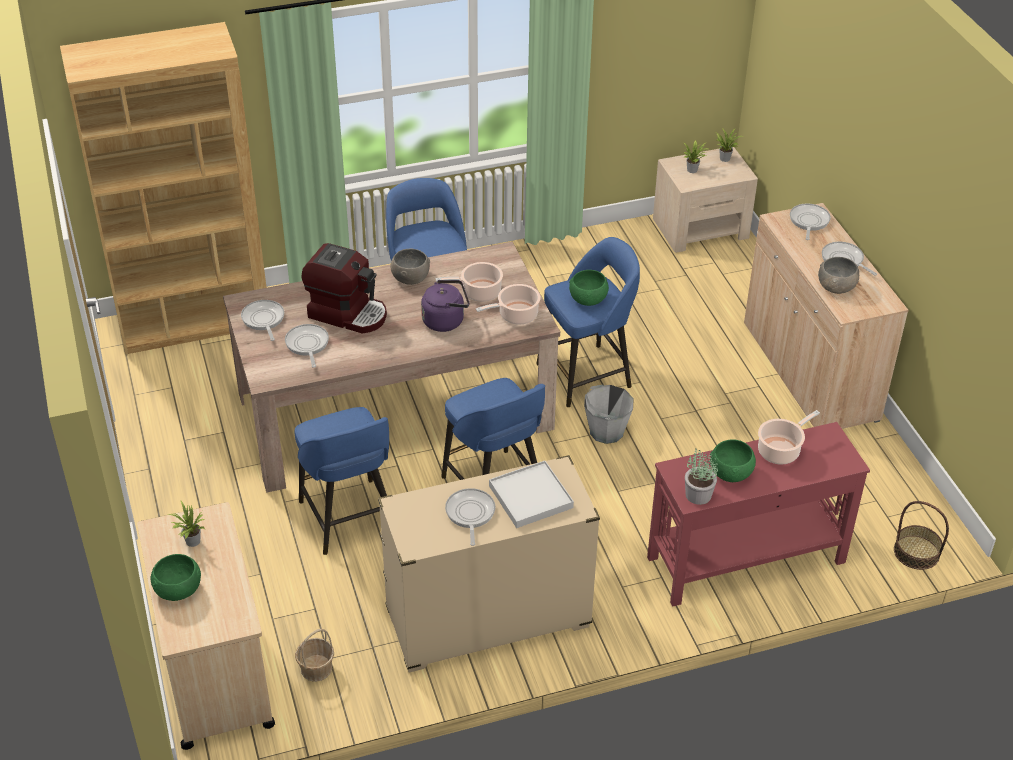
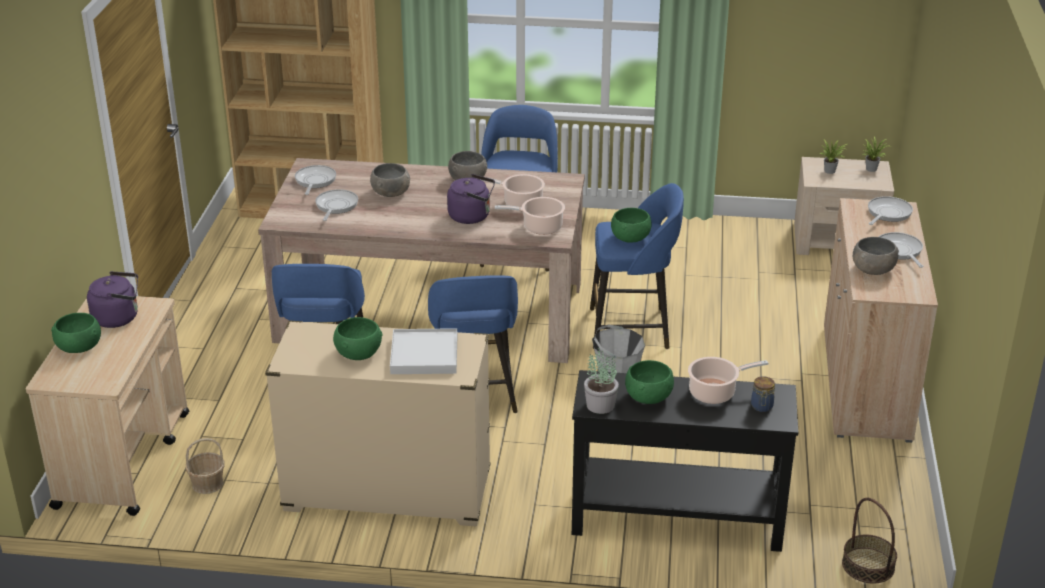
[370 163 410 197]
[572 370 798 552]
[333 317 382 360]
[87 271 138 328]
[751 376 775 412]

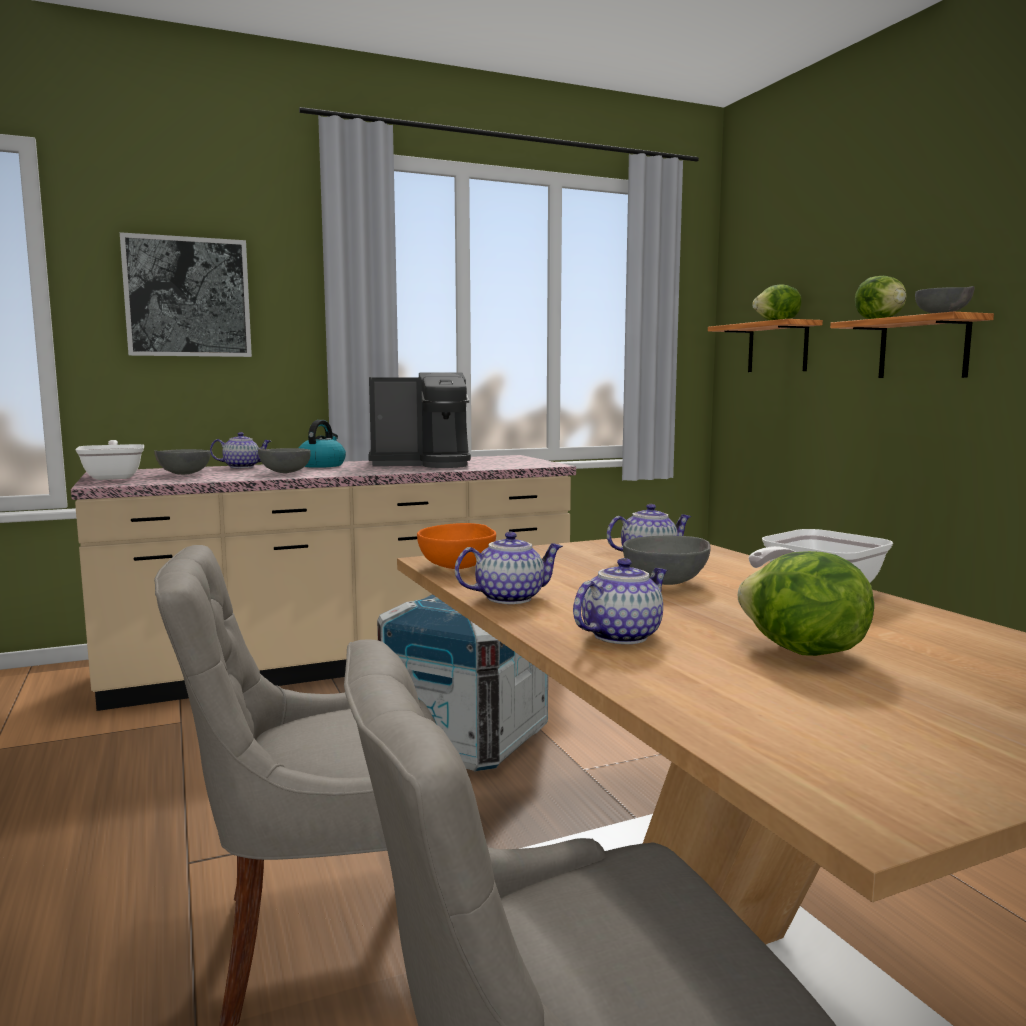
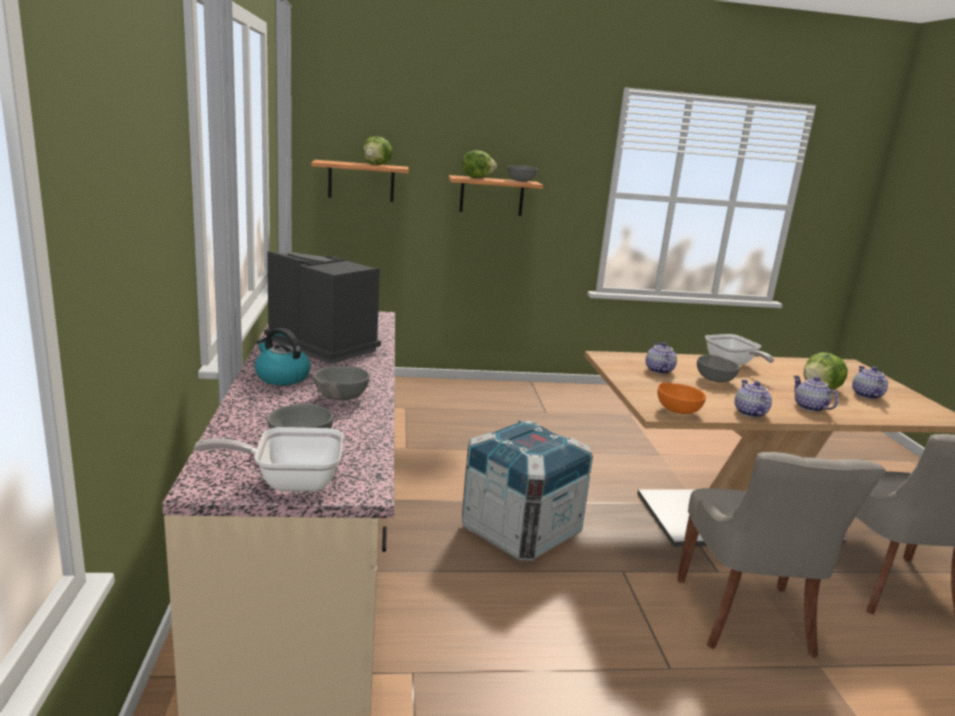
[120 232 252 357] (first image)
[264 251 381 364]
[852 366 888 399]

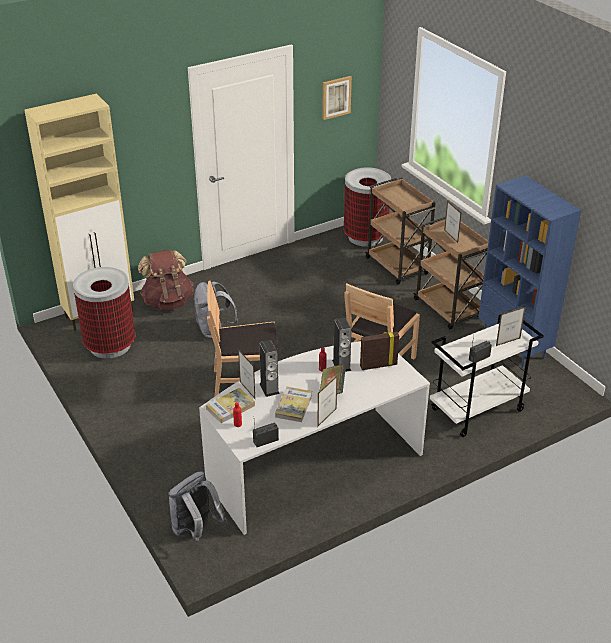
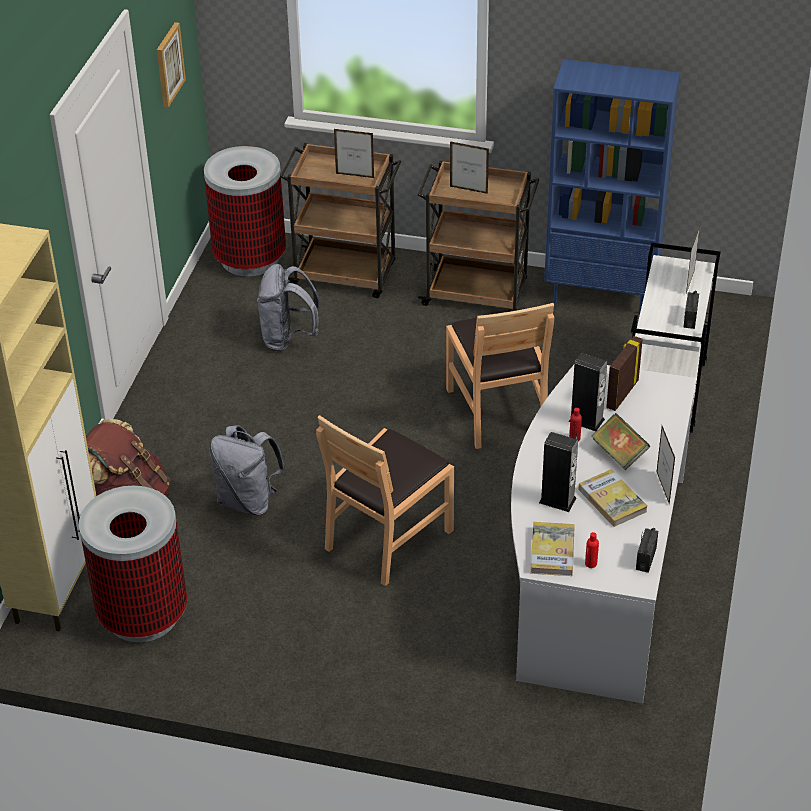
[334 129 374 178]
[257 264 319 352]

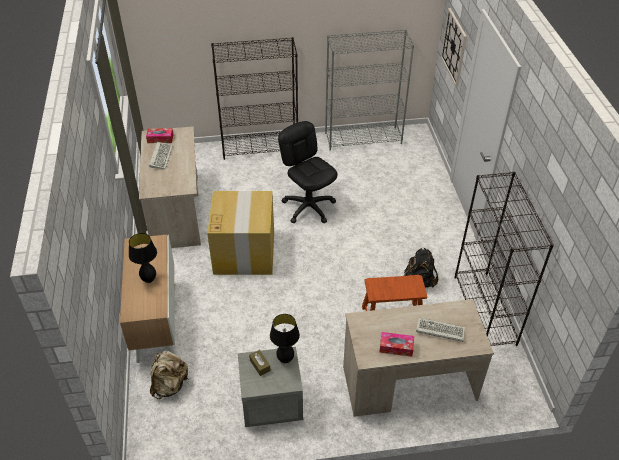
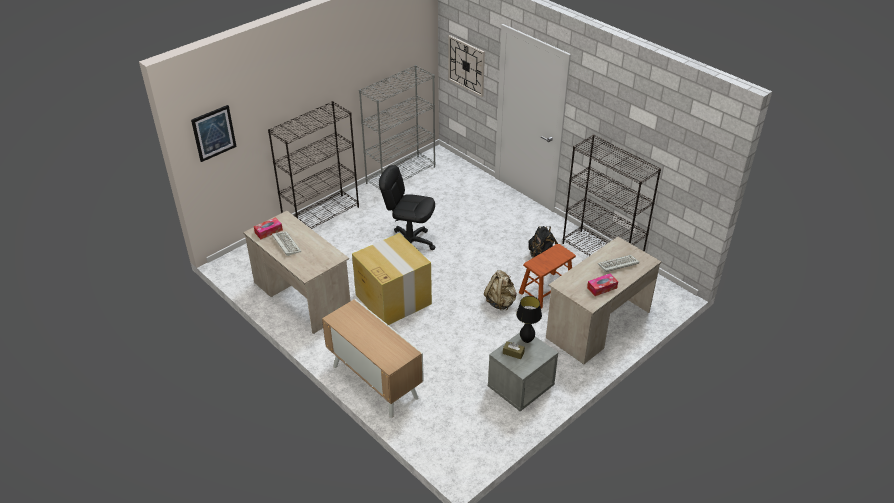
[129 233 157 283] (first image)
[484 270 517 310]
[191 105 237 162]

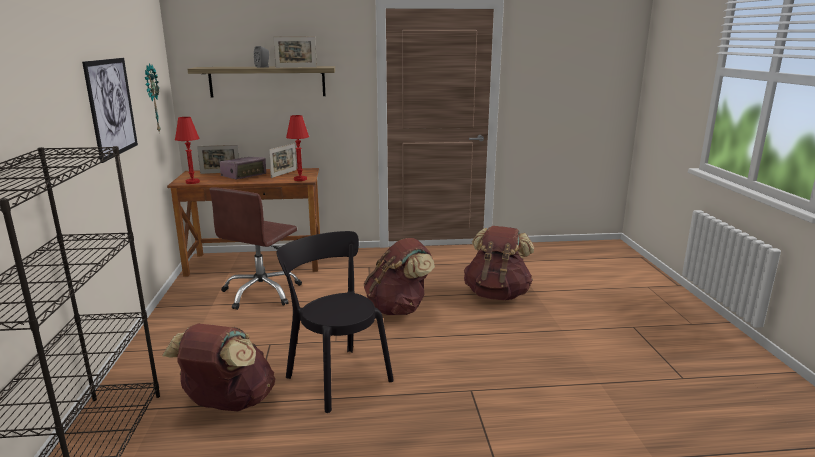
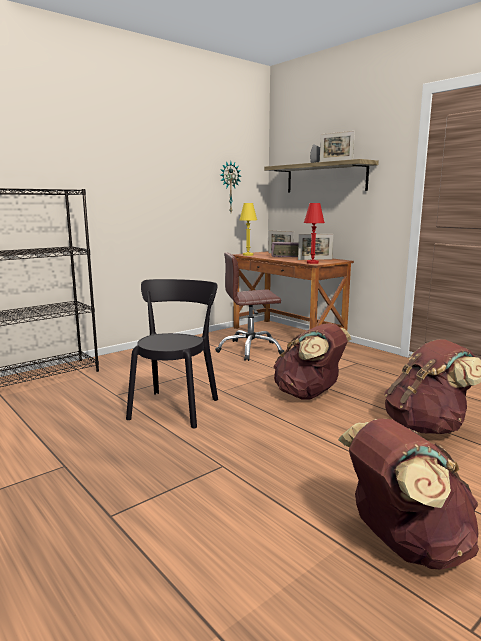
[82 58 138 163] (first image)
[239 203 257 256]
[338 419 479 569]

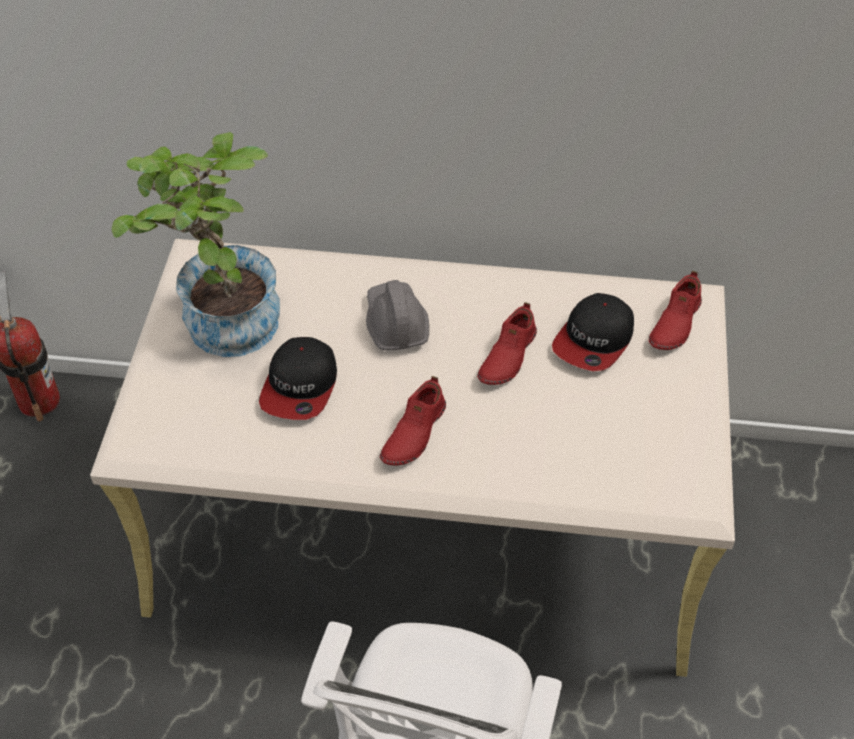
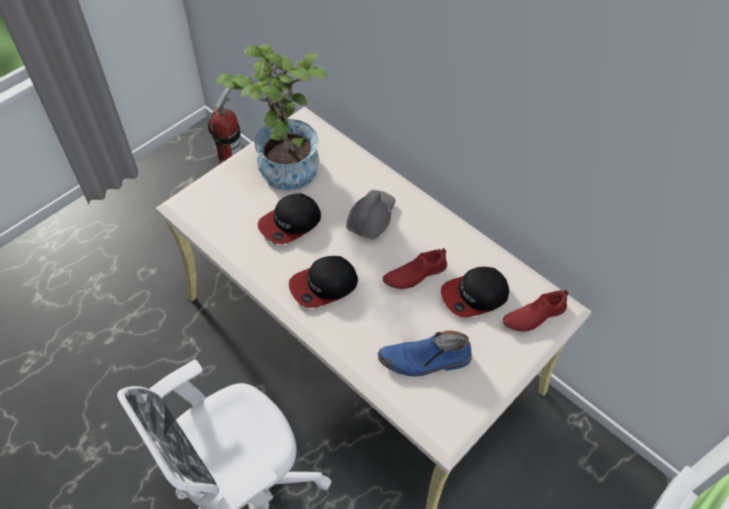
[289 256 358 308]
[378 331 472 377]

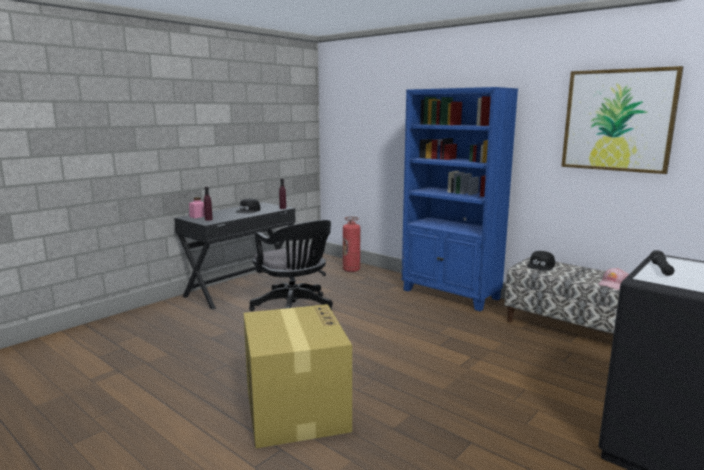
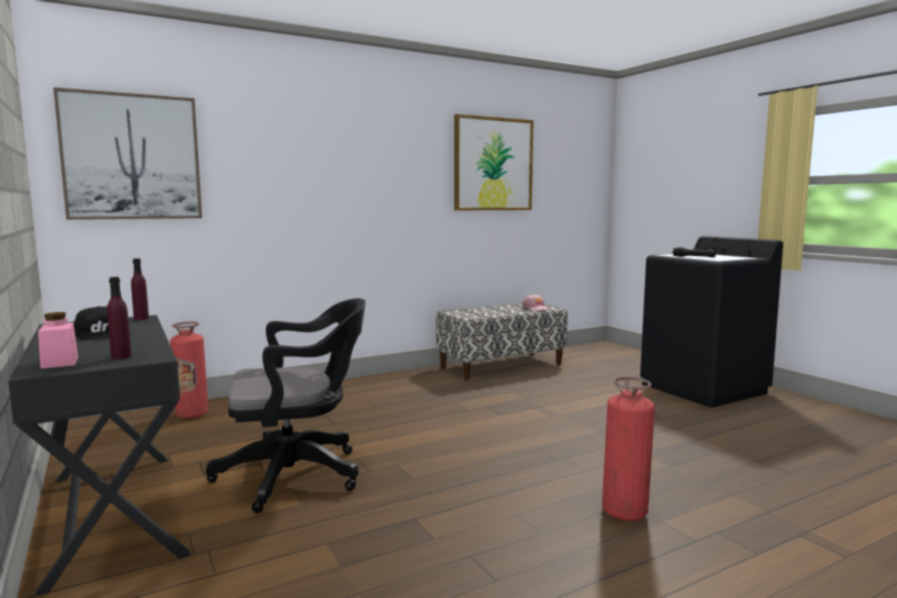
[402 87 518 311] (first image)
[527 251 555 270] (first image)
[602 377 655 521]
[53 87 202 220]

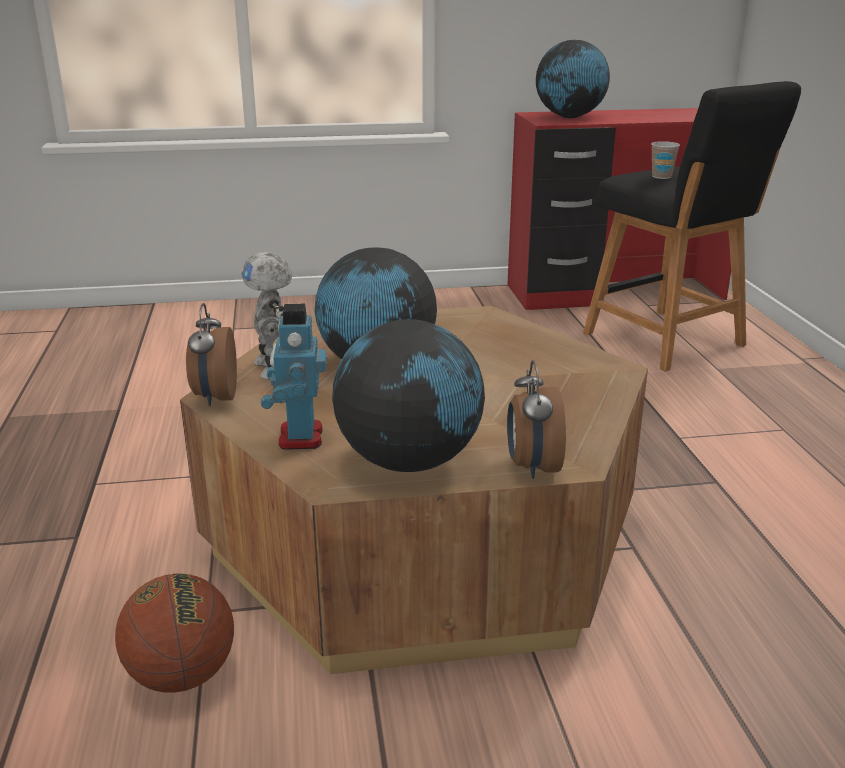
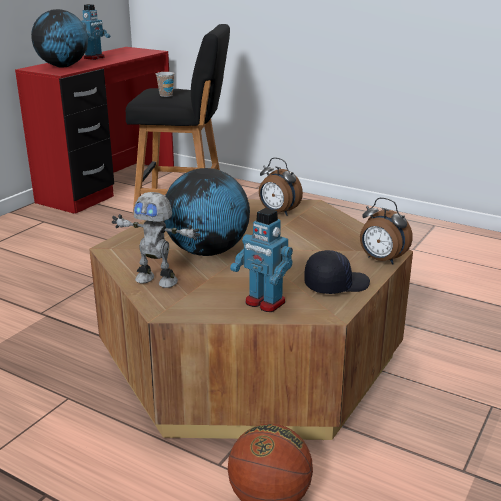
[259 158 303 216]
[304 250 370 294]
[82 4 110 60]

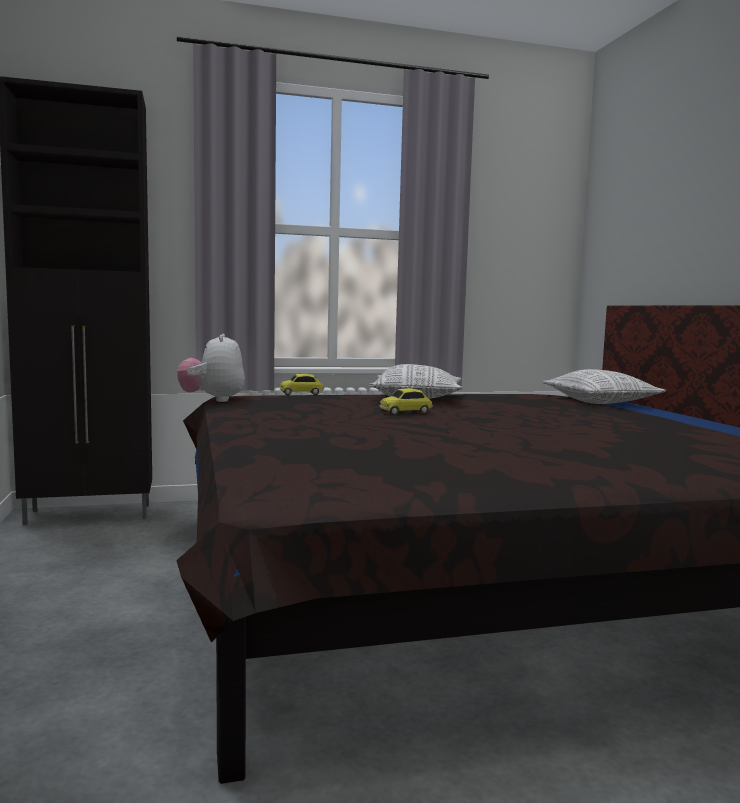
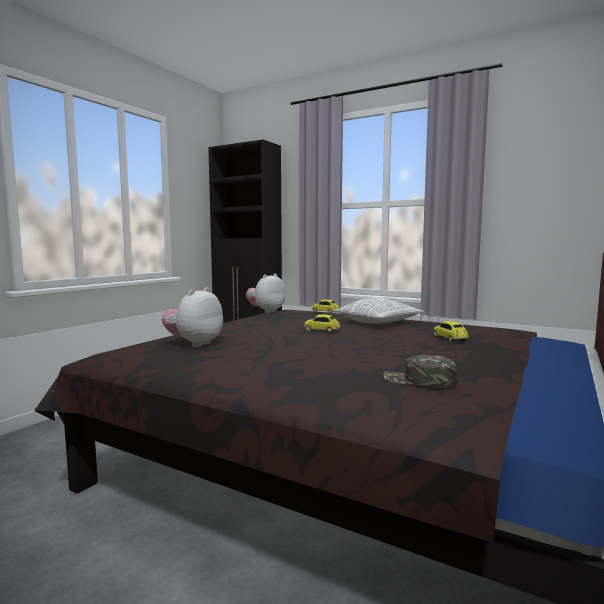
[542 369 666 404] (first image)
[162 287 223 347]
[433 321 469 342]
[383 355 457 388]

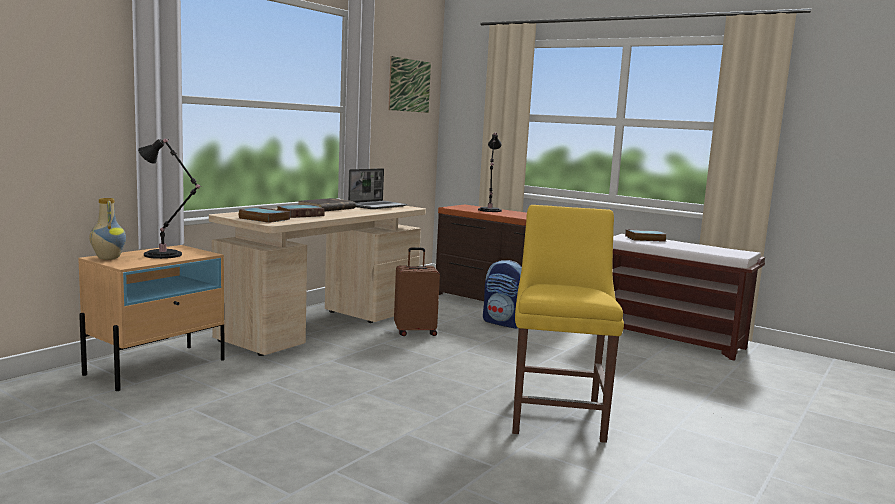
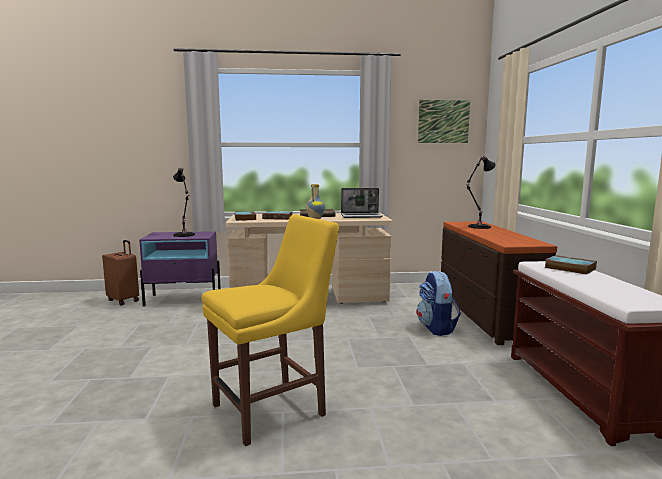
[306 184 325 219]
[139 231 221 306]
[102 240 139 306]

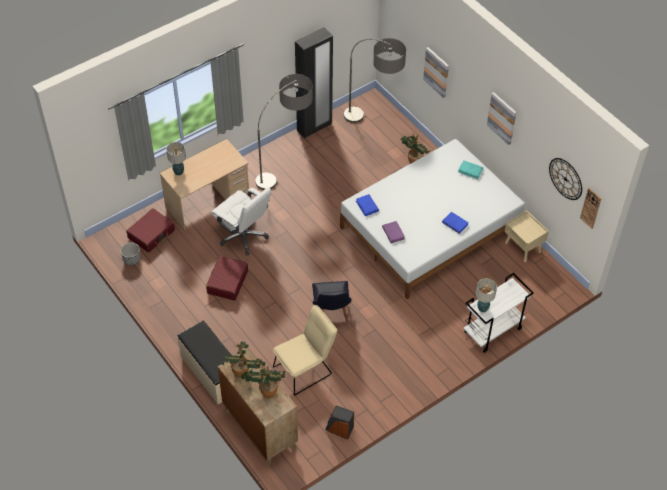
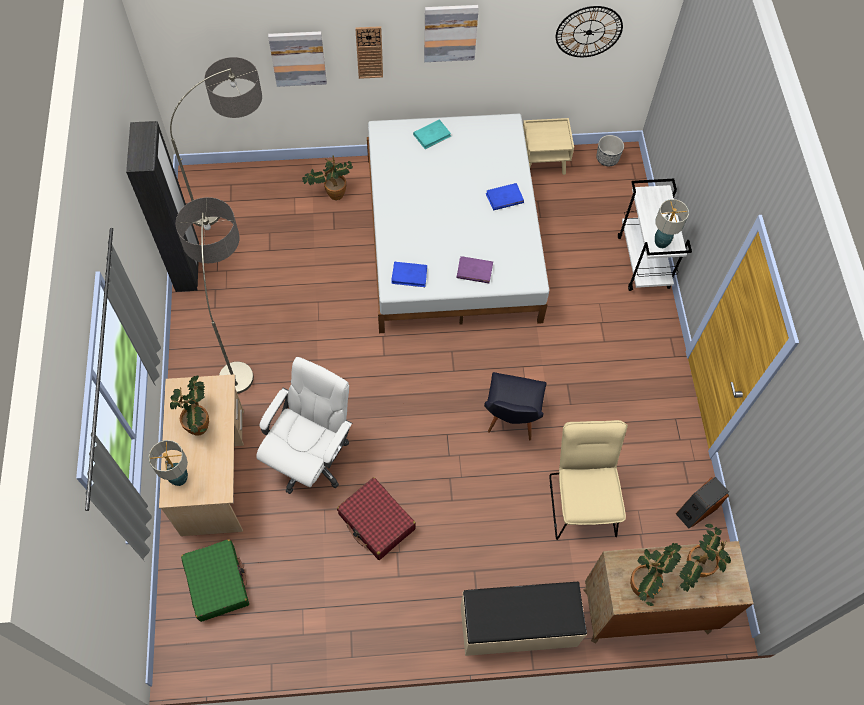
[256 357 352 494]
[355 26 383 79]
[181 539 249 622]
[596 135 624 166]
[484 372 547 441]
[170 376 209 436]

